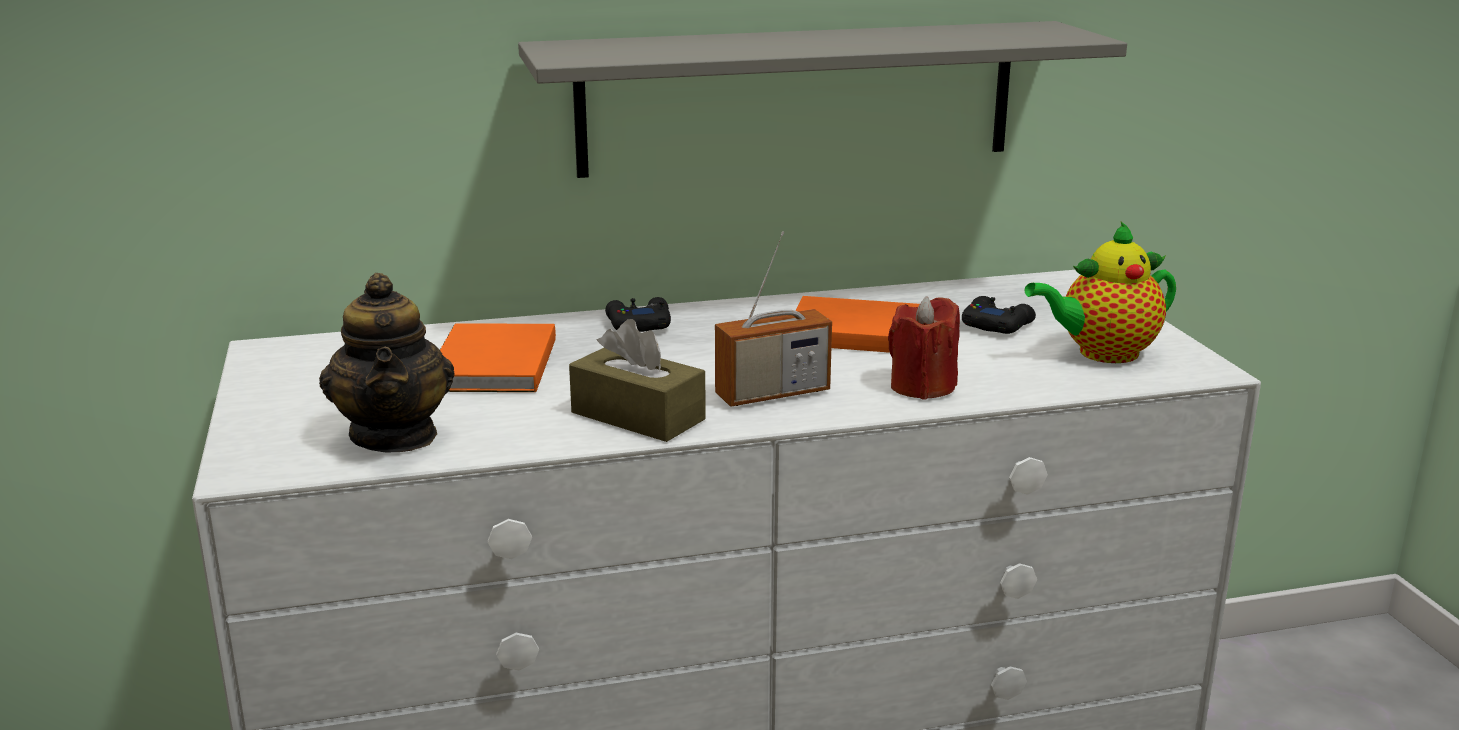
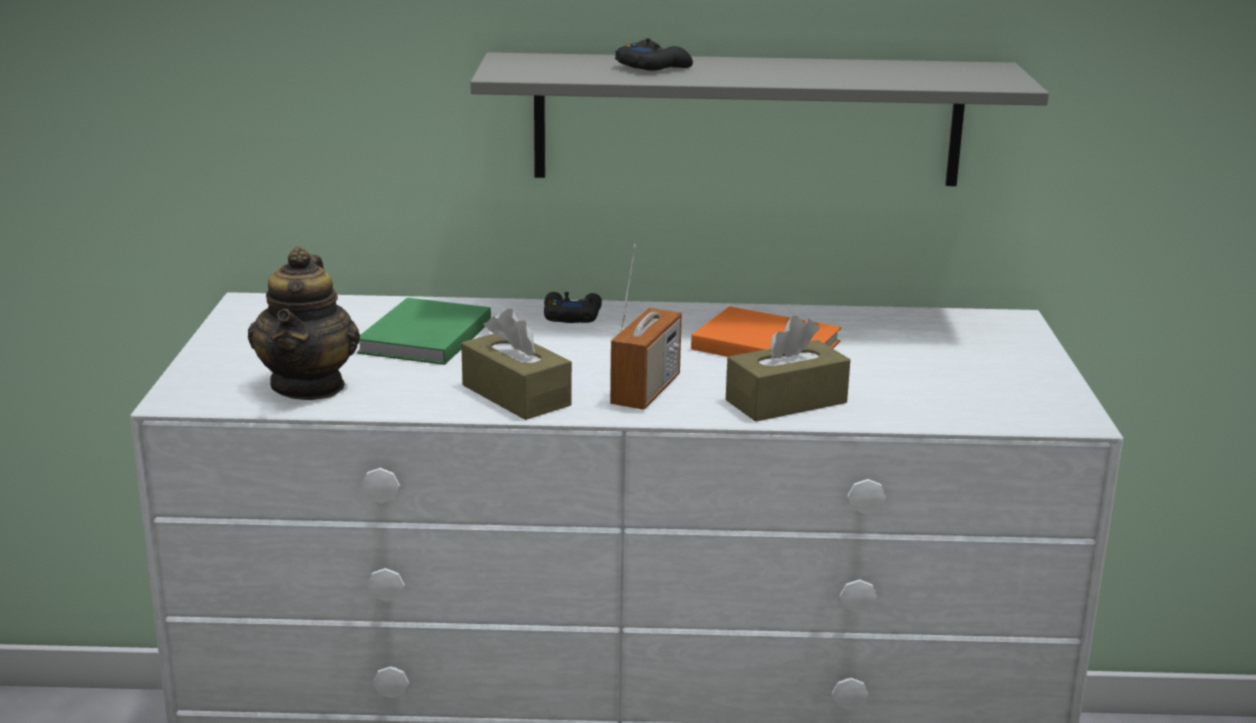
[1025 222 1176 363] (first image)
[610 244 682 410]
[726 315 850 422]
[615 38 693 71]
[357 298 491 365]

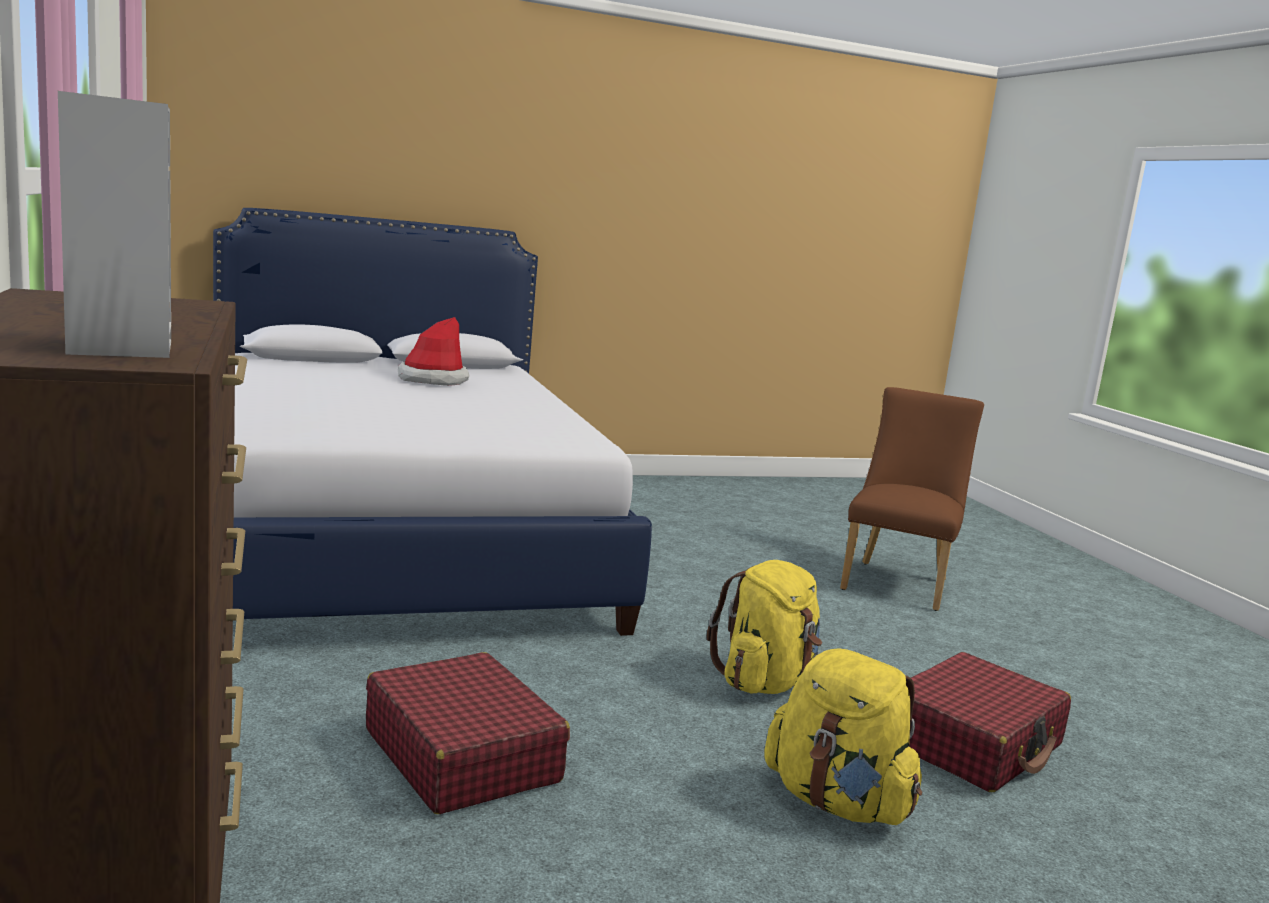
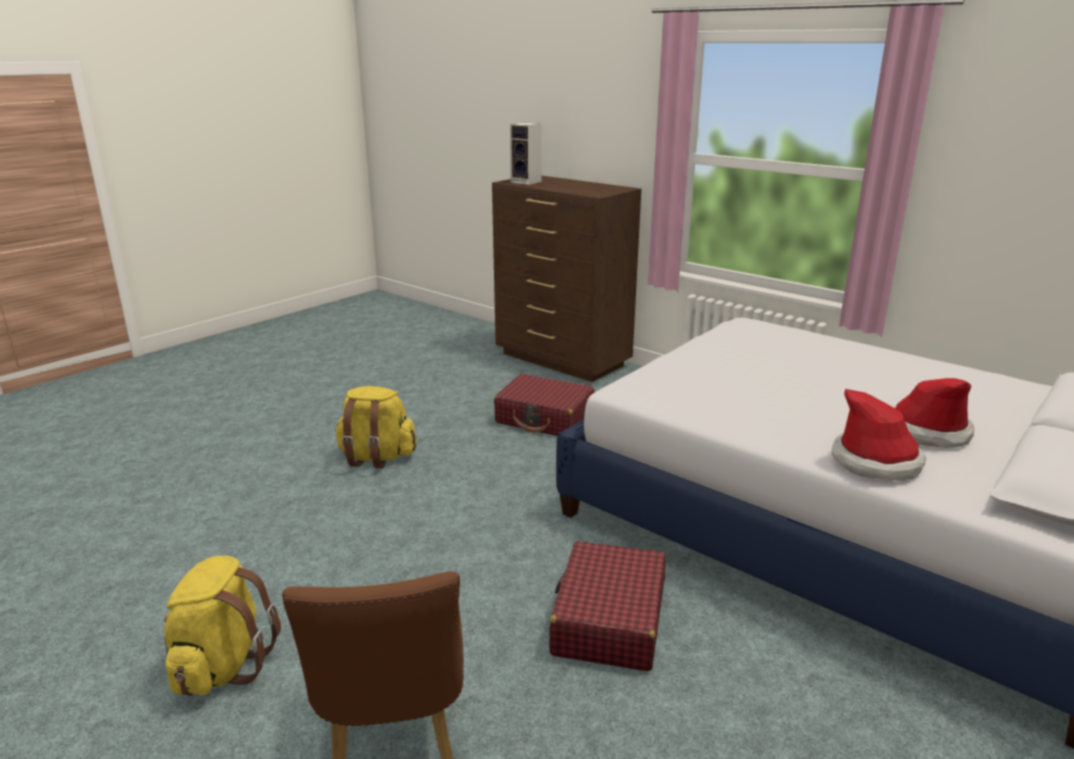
[164 556 281 696]
[549 541 666 671]
[832 389 926 481]

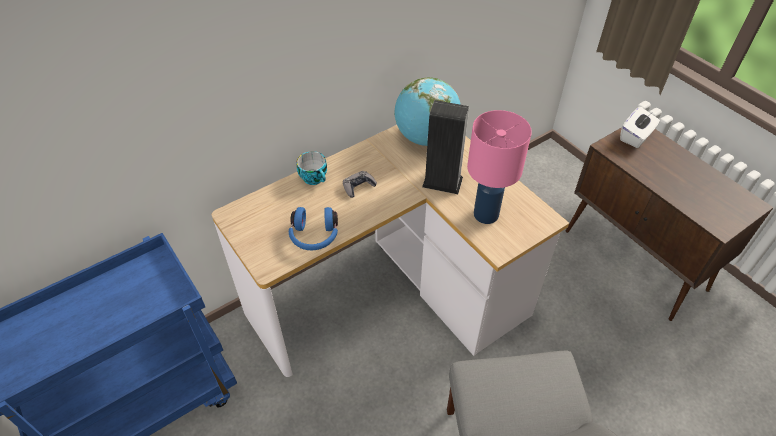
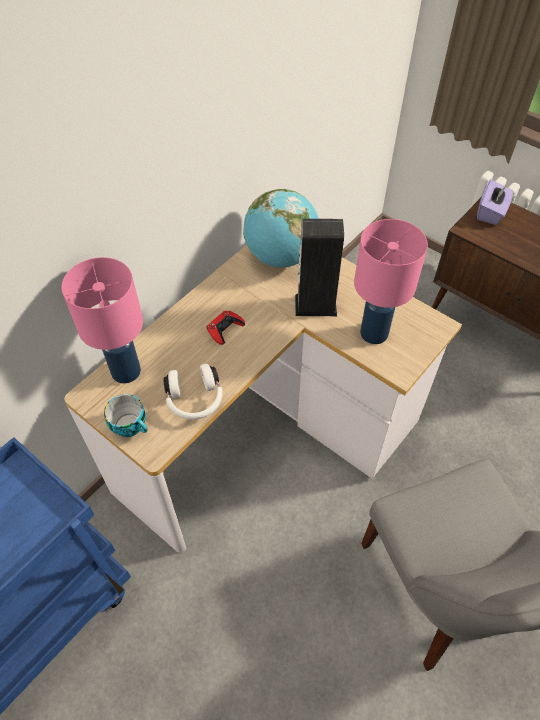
[477 180 513 225]
[104 394 148 437]
[207 311 245 345]
[164 364 223 420]
[61 257 143 383]

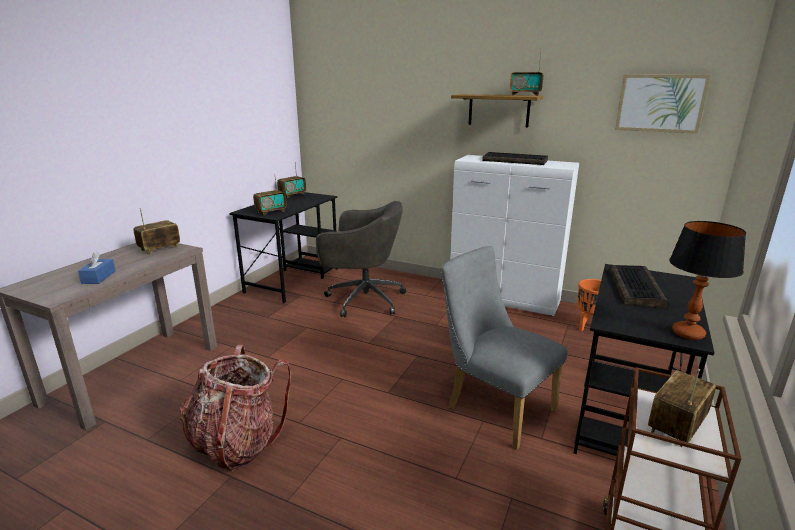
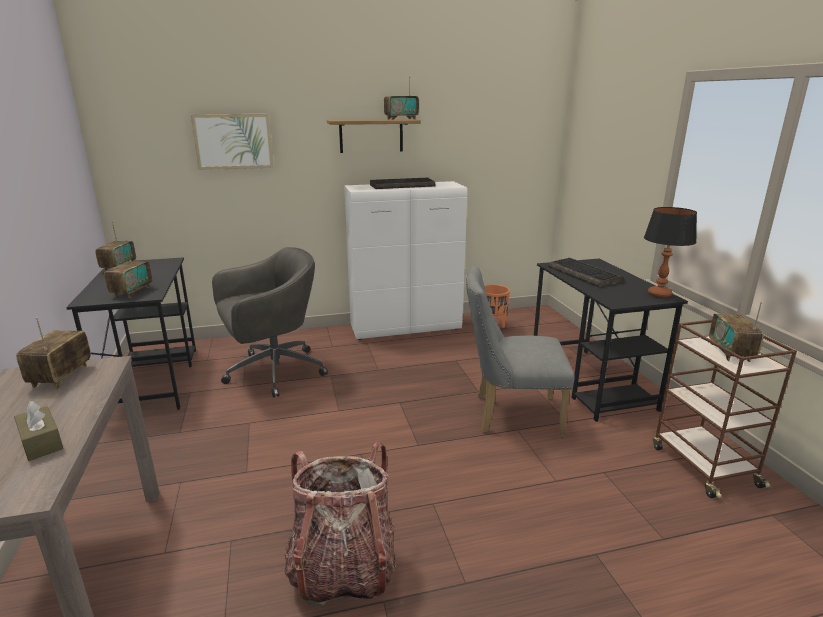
[191 114 274 170]
[14 401 63 461]

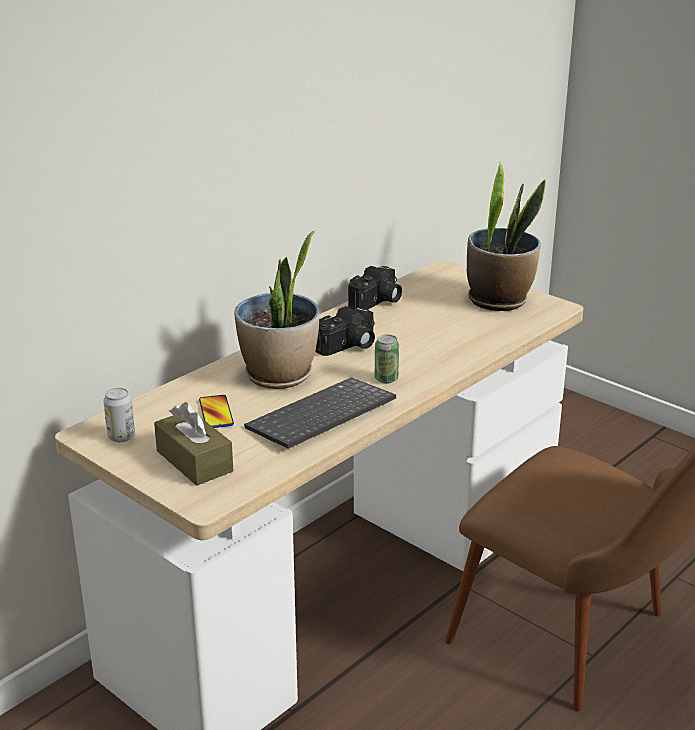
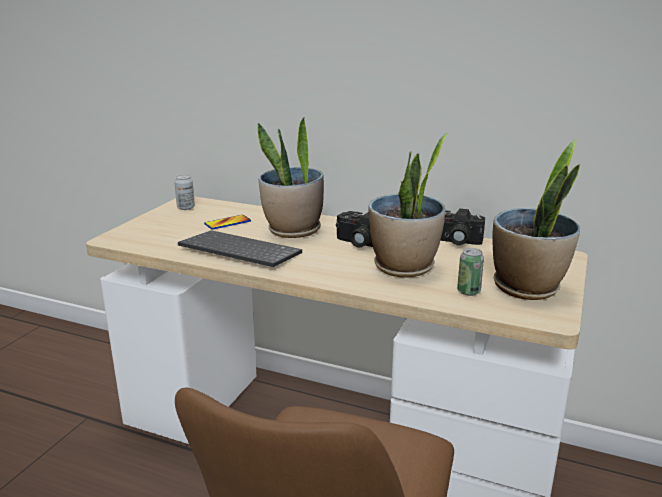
[457 248 484 296]
[154 402 233 486] (first image)
[368 133 448 278]

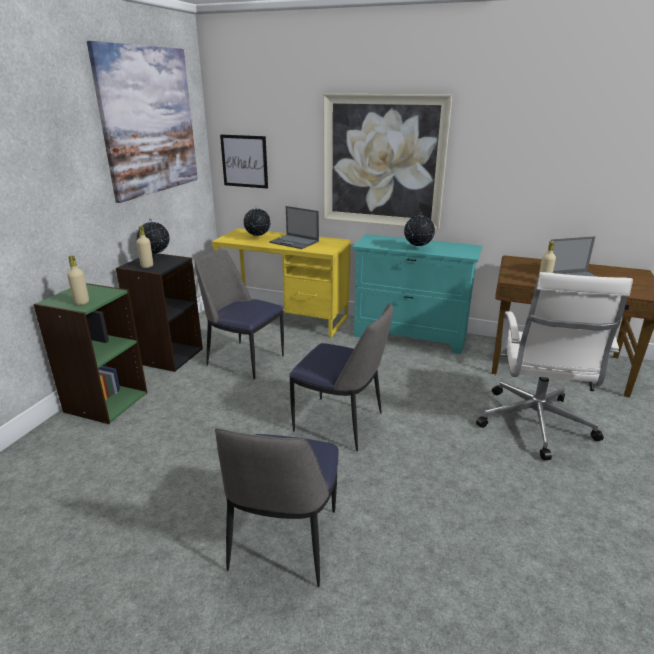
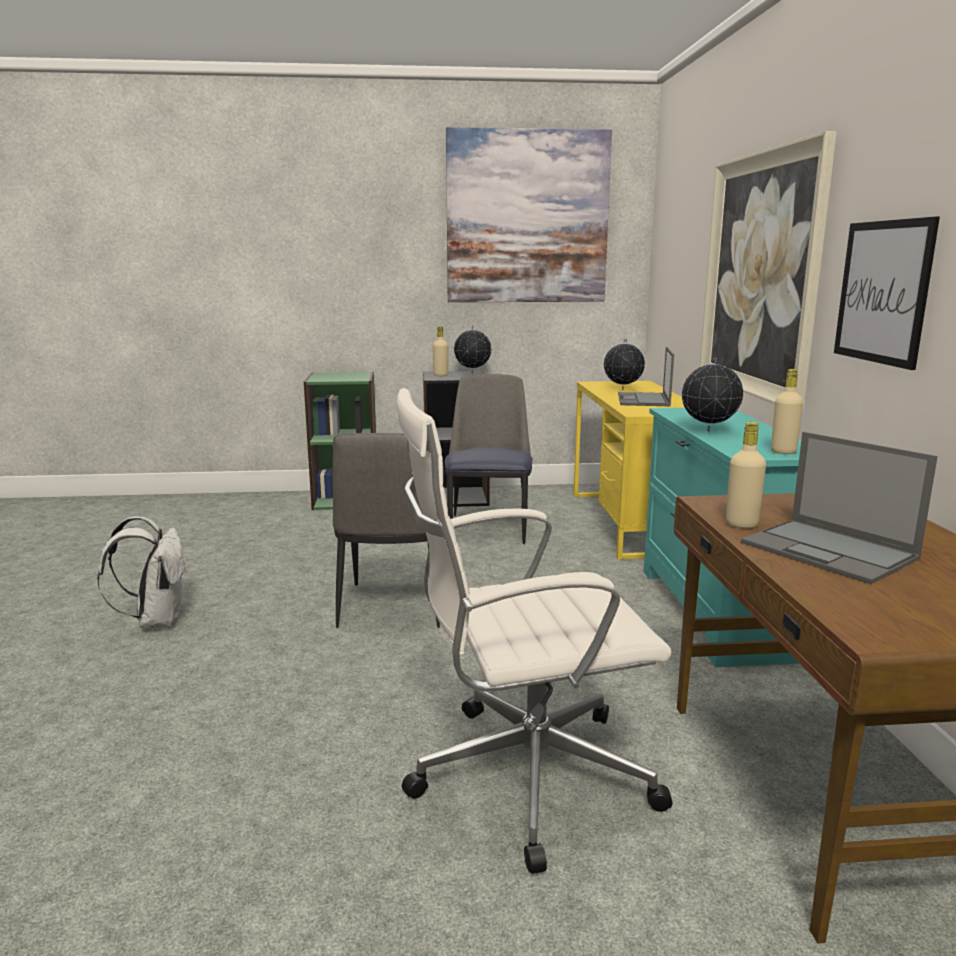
[834 217 940 370]
[771 369 803 454]
[97 516 187 628]

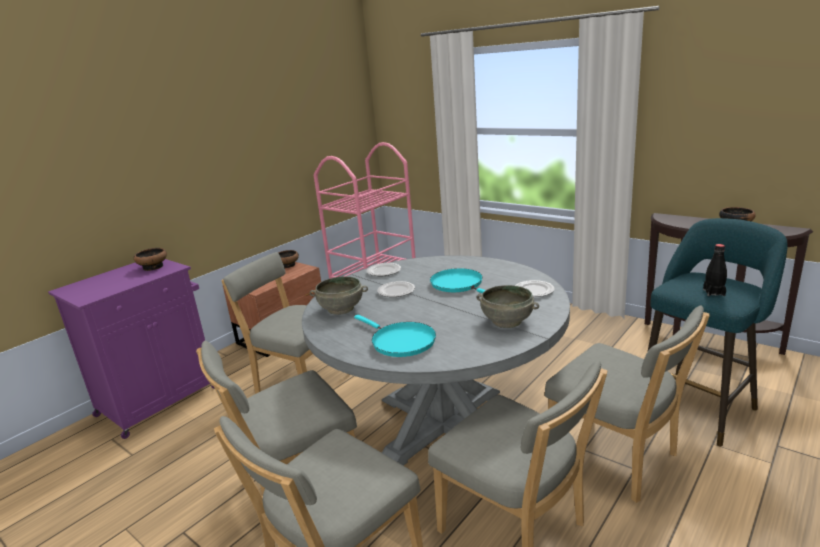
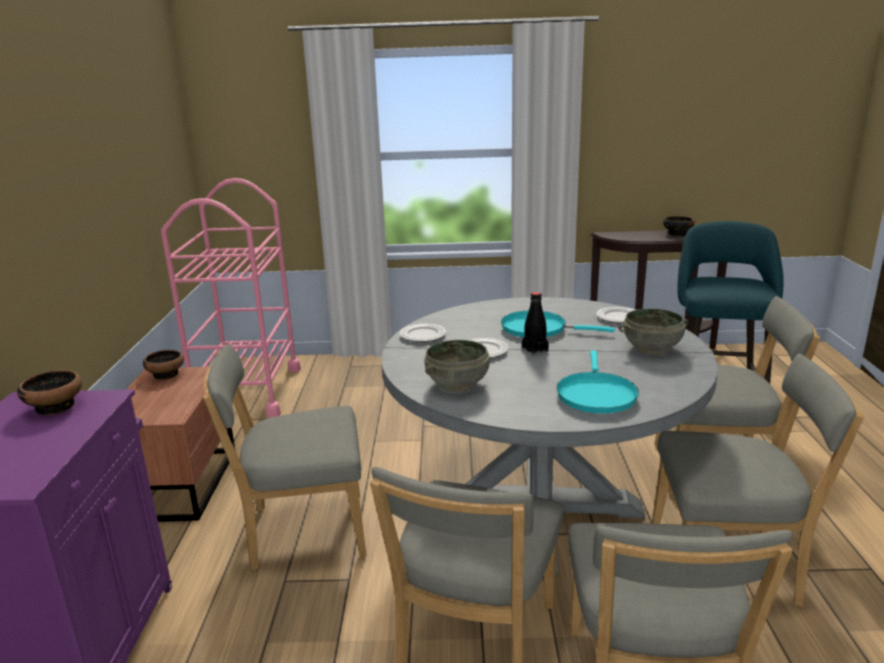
[522 292 549 355]
[556 351 639 413]

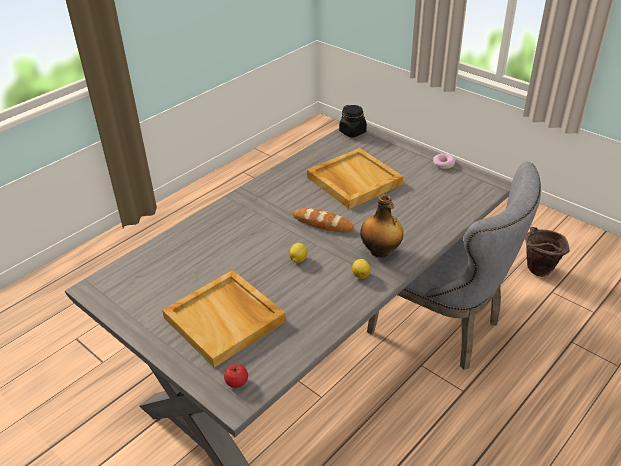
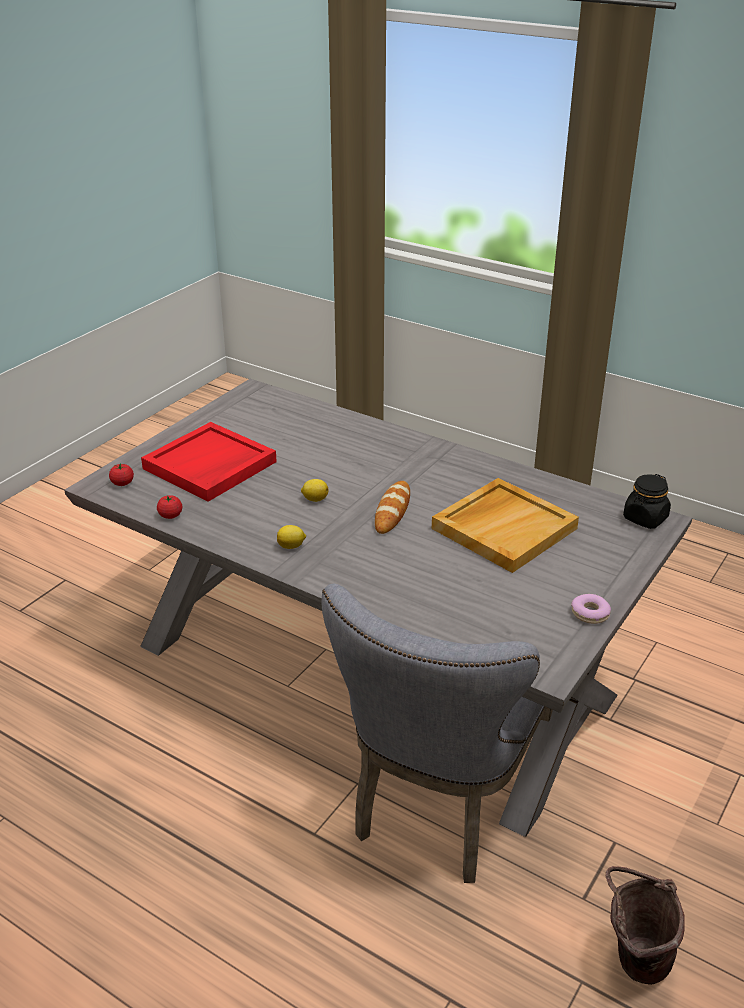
[360 194 403 258] (first image)
[141 422 277 502]
[157 495 182 519]

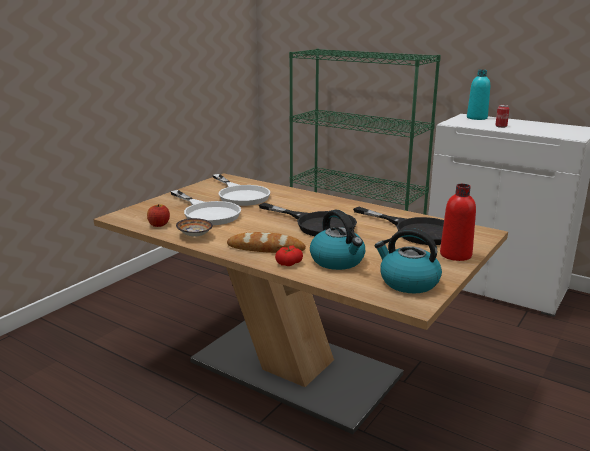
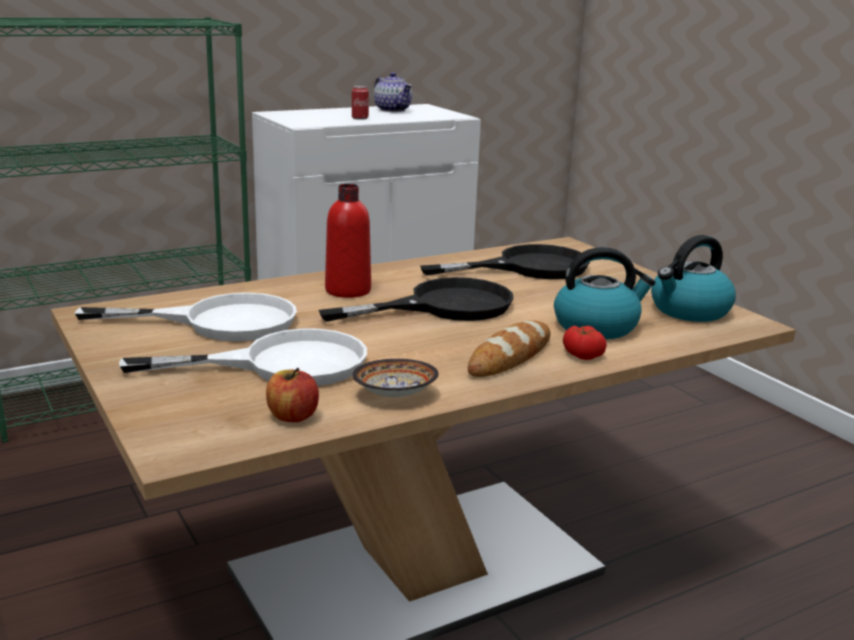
[467 70 490 120] (first image)
[325 184 371 298]
[374 72 412 112]

